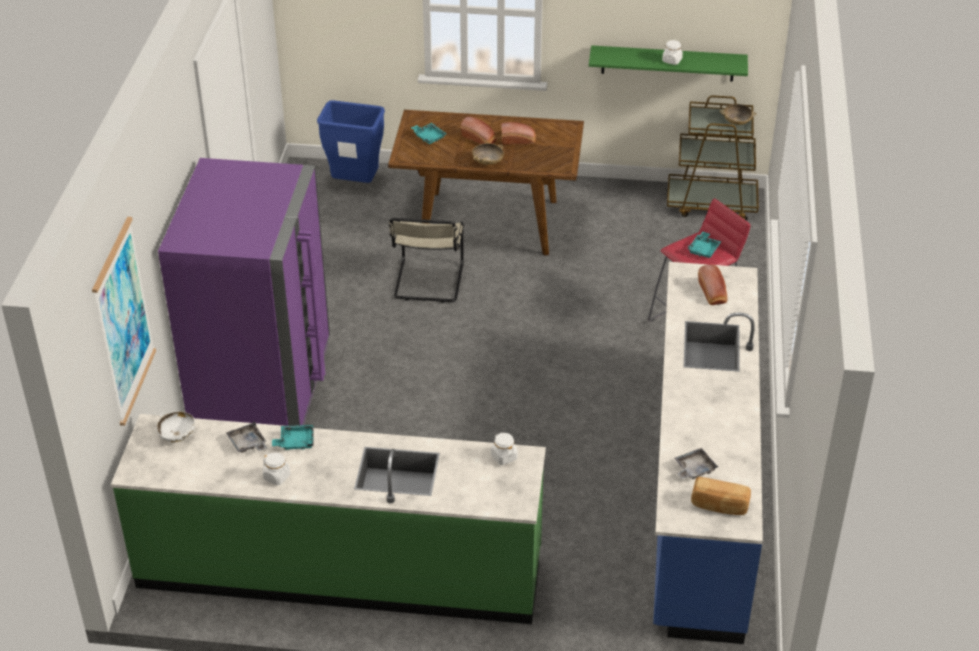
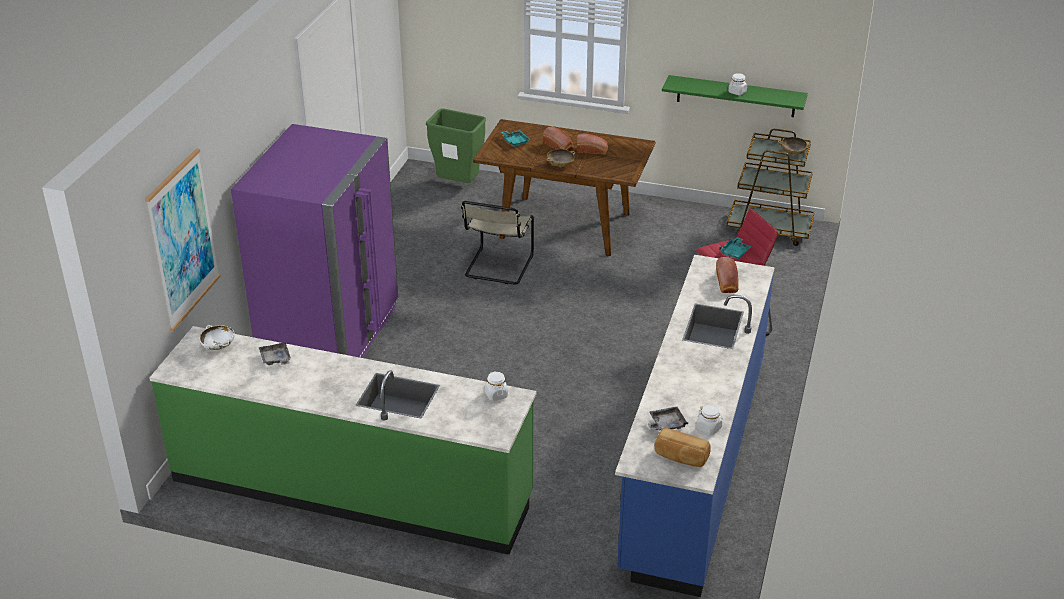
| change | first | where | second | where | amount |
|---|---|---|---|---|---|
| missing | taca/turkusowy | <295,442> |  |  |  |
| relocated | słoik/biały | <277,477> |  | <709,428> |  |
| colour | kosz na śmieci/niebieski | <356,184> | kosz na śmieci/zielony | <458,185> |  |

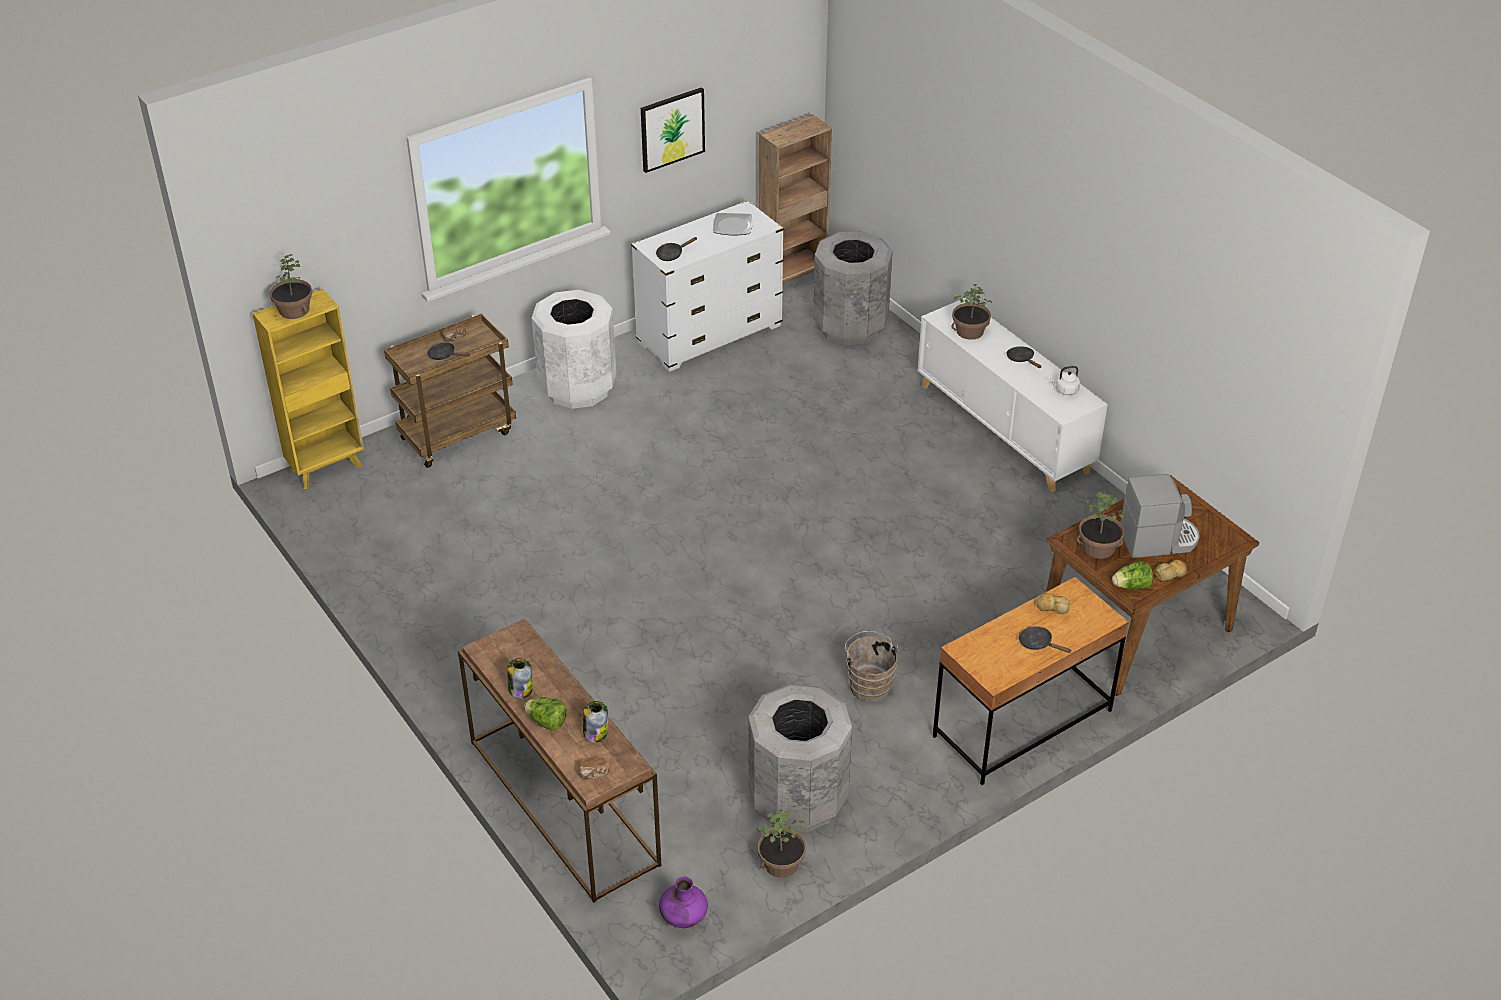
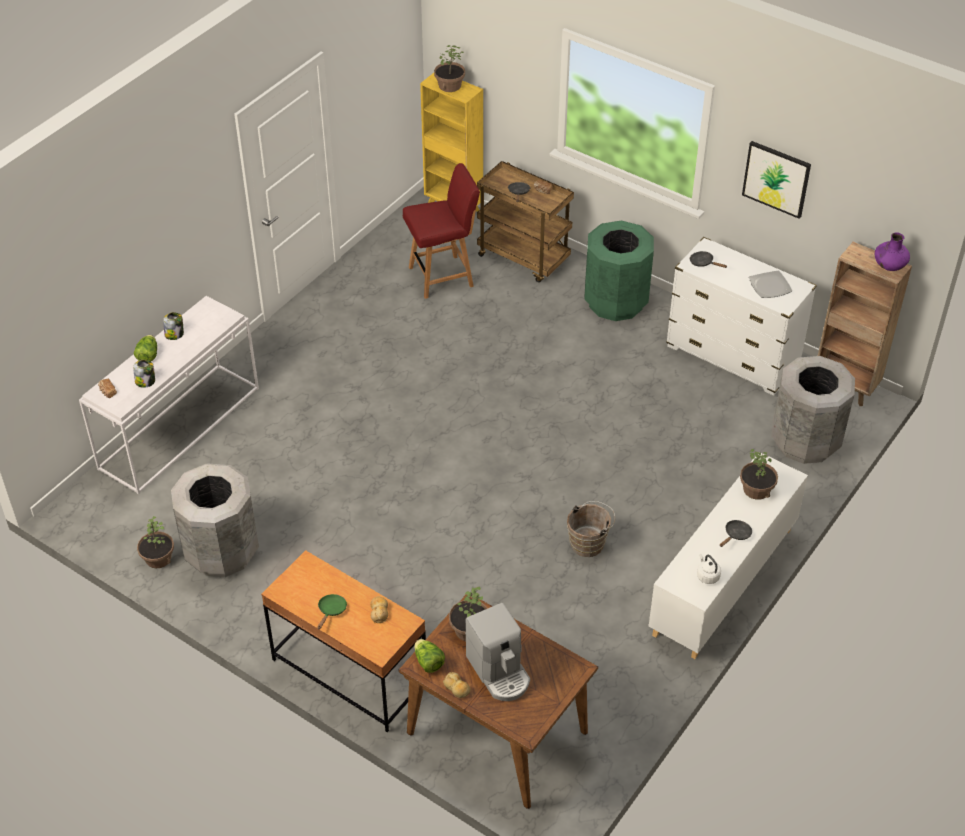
| change | first | where | second | where | amount |
|---|---|---|---|---|---|
| appeared |  |  | krzesło/czerwony | <442,276> |  |
| relocated | wazon/fioletowy | <683,917> |  | <889,266> |  |
| relocated | wiadro/brązowy | <869,684> |  | <589,543> |  |
| colour | stolik konsolowy/brązowy | <561,802> | stolik konsolowy/biały | <180,427> |  |
| colour | kosz na śmieci/biały | <578,387> | kosz na śmieci/zielony | <616,302> |  |
| colour | patelnia/czarny | <1038,644> | patelnia/zielony | <331,611> |  |

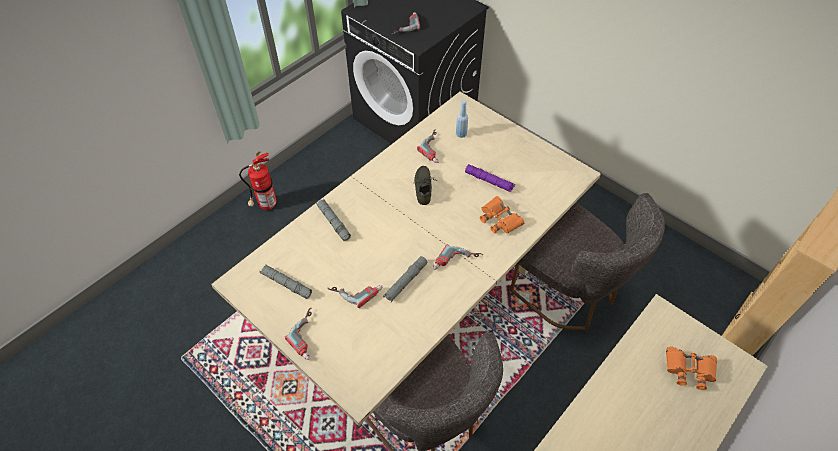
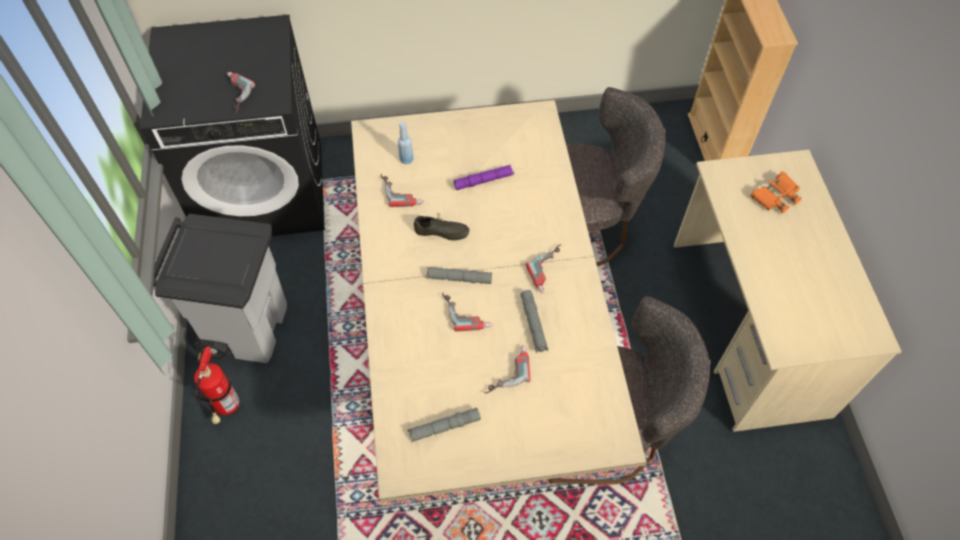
| change | first | where | second | where | amount |
|---|---|---|---|---|---|
| missing | lornetka/pomarańczowy | <499,219> |  |  |  |
| appeared |  |  | kosz na śmieci/szary | <246,326> |  |
| relocated | wiertarka | <309,335> |  | <467,312> |  |
| relocated | latarka/szary | <333,222> |  | <459,278> |  |
| spun | but/szary | <425,187> |  | <441,233> | 150 degrees clockwise |

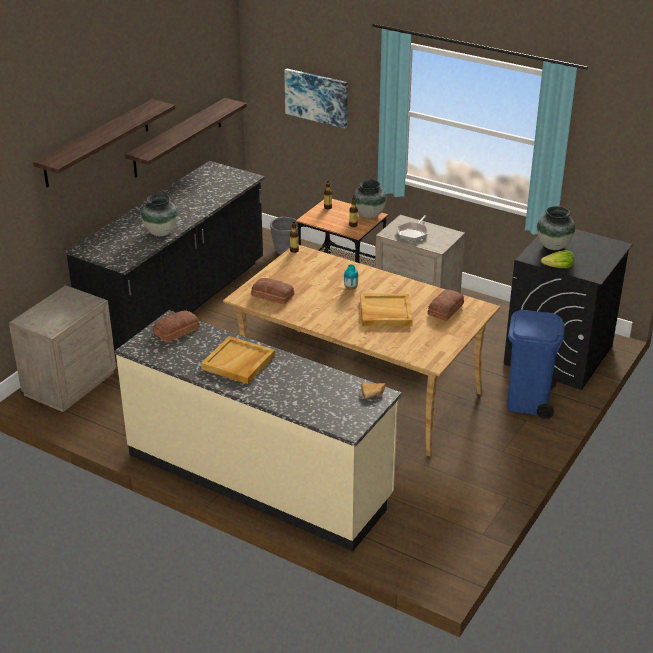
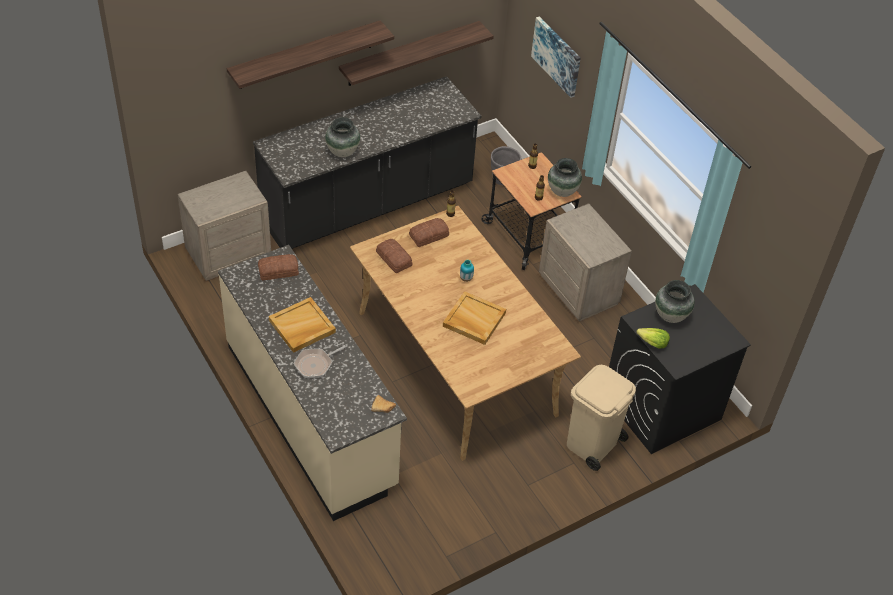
| change | first | where | second | where | amount |
|---|---|---|---|---|---|
| relocated | patelnia | <413,233> |  | <316,364> |  |
| relocated | chleb | <446,309> |  | <429,236> |  |
| colour | kosz na śmieci/niebieski | <528,401> | kosz na śmieci/beżowy | <592,444> |  |

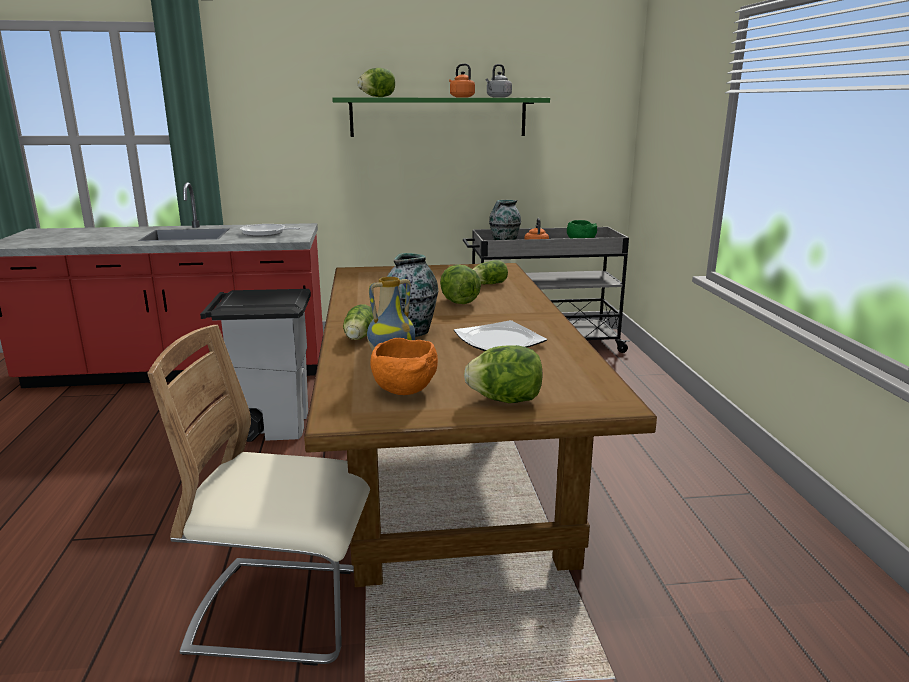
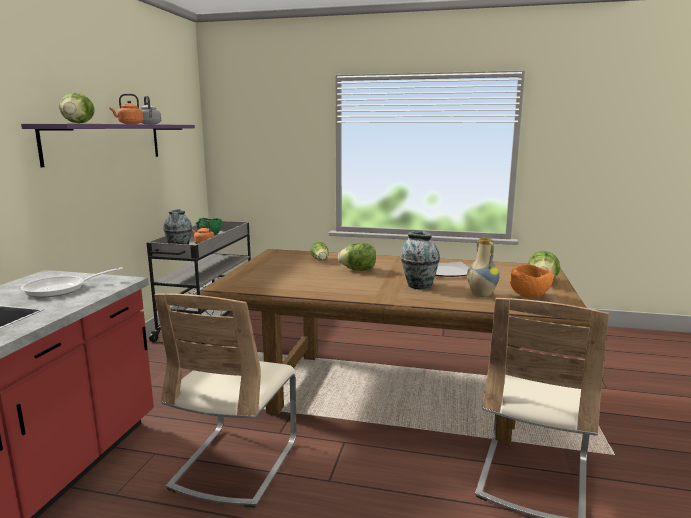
| change | first | where | second | where | amount |
|---|---|---|---|---|---|
| missing | sałata | <359,338> |  |  |  |
| exchanged | kosz na śmieci/szary | <270,424> | krzesło/beżowy | <235,463> |  |
| colour | półka/zielony | <438,117> | półka/fioletowy | <106,142> |  |

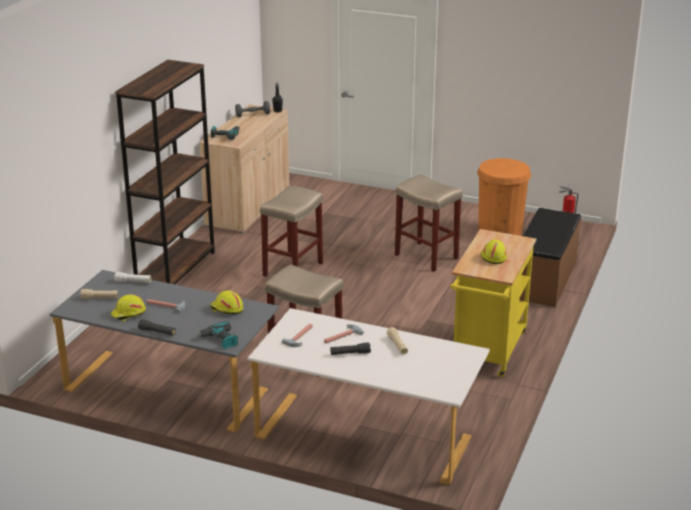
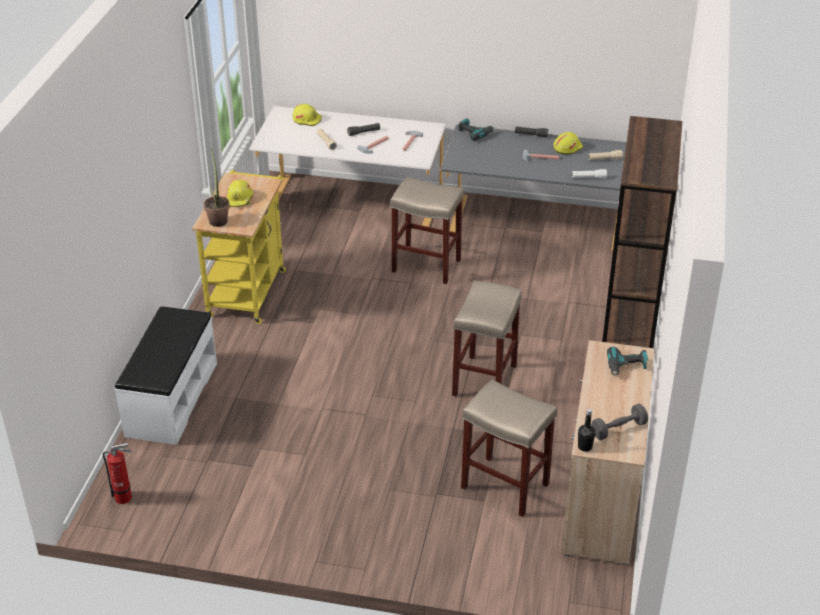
| change | first | where | second | where | amount |
|---|---|---|---|---|---|
| missing | kosz na śmieci/pomarańczowy | <500,231> |  |  |  |
| appeared |  |  | roślina doniczkowa | <218,219> |  |
| relocated | kask/żółty | <226,309> |  | <307,119> |  |
| relocated | stołek/beżowy | <427,257> |  | <503,486> |  |
| colour | ławka/brązowy | <545,279> | ławka/biały | <171,399> |  |

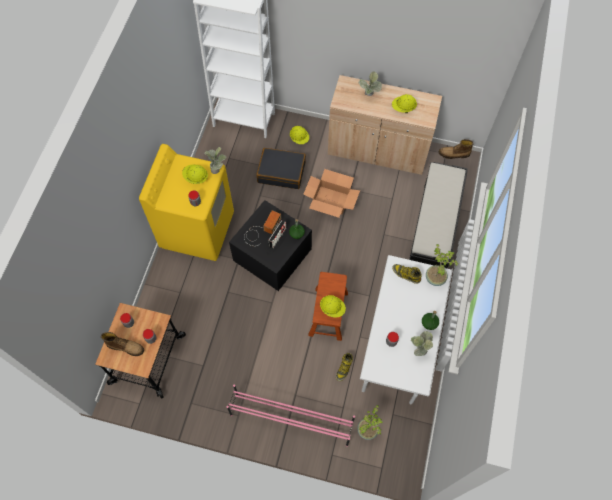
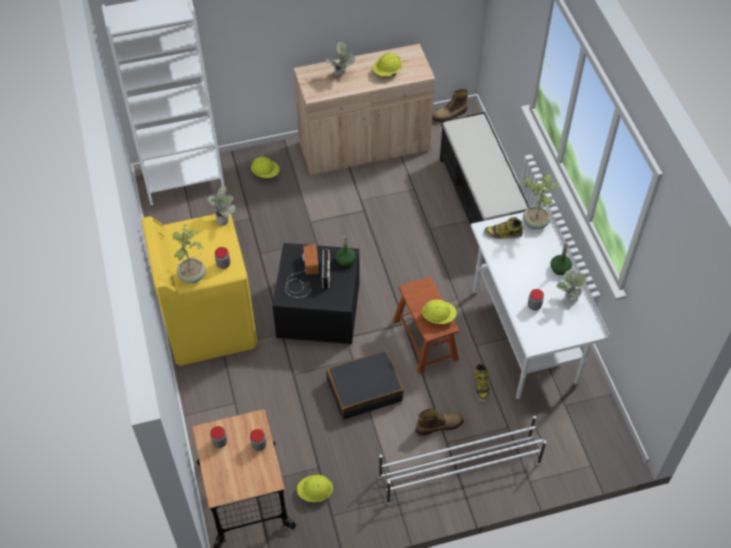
| change | first | where | second | where | amount |
|---|---|---|---|---|---|
| missing | karton | <331,200> |  |  |  |
| relocated | but z cholewką | <126,346> |  | <439,425> |  |
| relocated | kask/żółty | <196,178> |  | <315,492> |  |
| relocated | walizka/czarny | <281,172> |  | <364,390> |  |
| relocated | roślina doniczkowa | <368,430> |  | <193,275> |  |
| colour | regał na buty/różowy | <290,419> | regał na buty/biały | <458,470> |  |

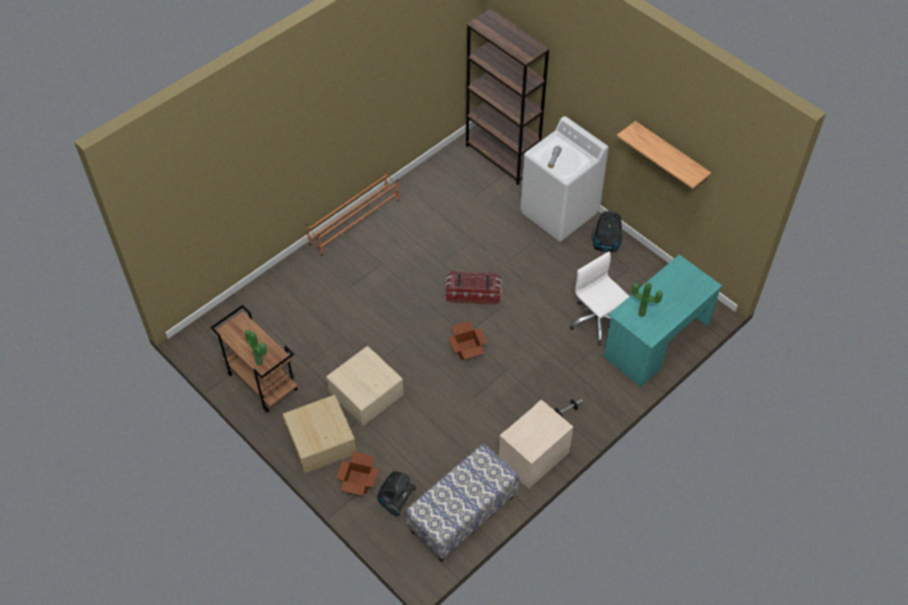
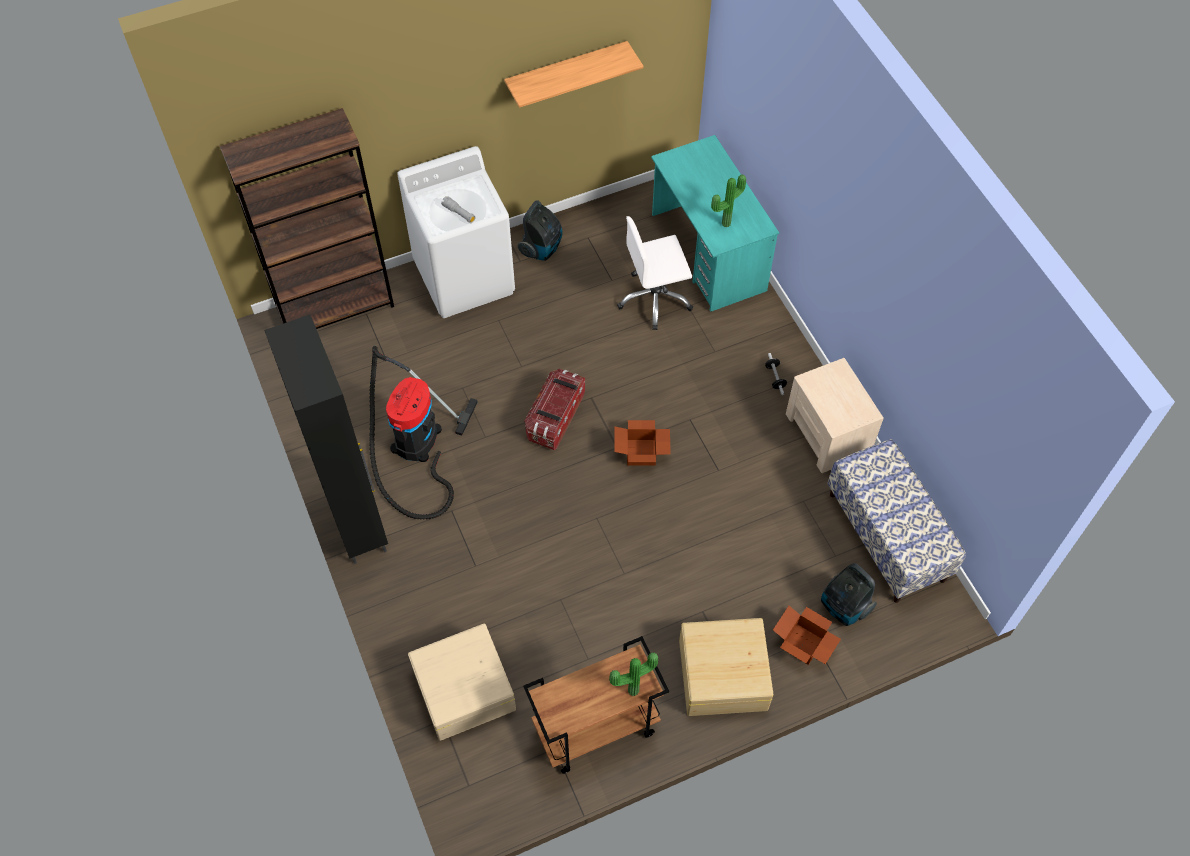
| change | first | where | second | where | amount |
|---|---|---|---|---|---|
| appeared |  |  | odkurzacz | <415,445> |  |
| relocated | pojemnik do przechowywania/beżowy | <366,392> |  | <463,689> |  |
| exchanged | regał na buty/pomarańczowy | <355,222> | szafka/czarny | <358,523> |  |

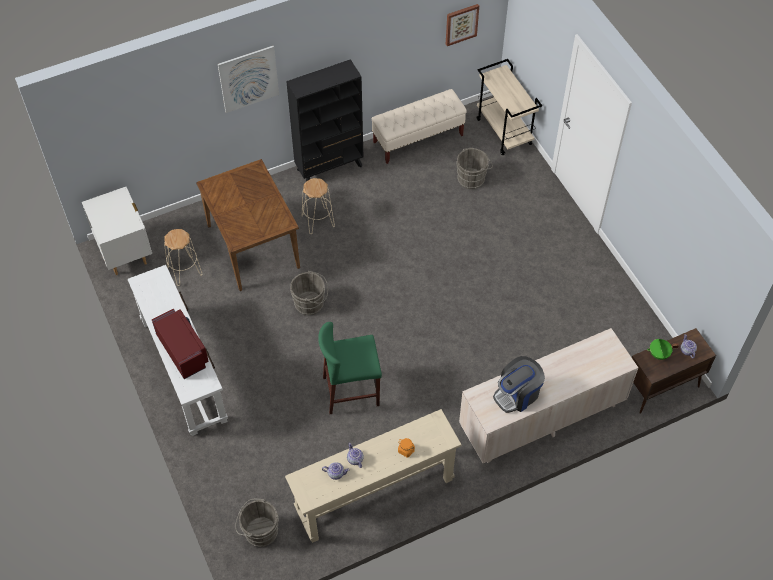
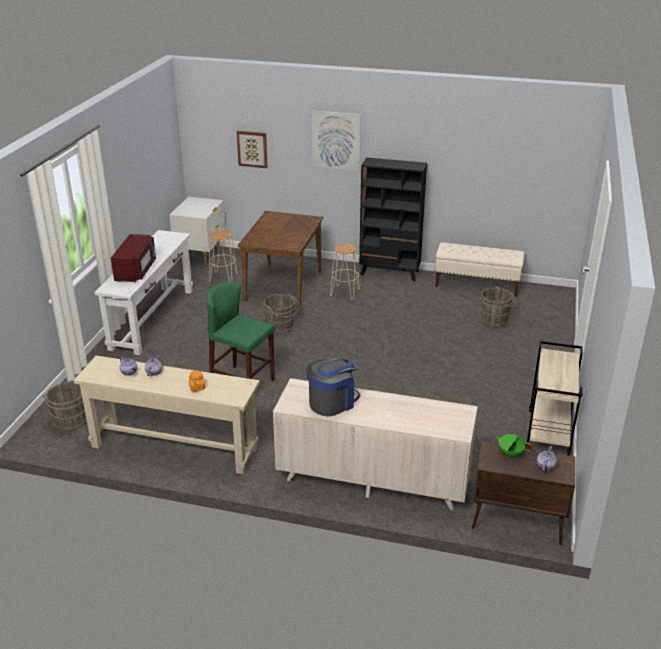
| change | first | where | second | where | amount |
|---|---|---|---|---|---|
| relocated | obraz | <461,24> |  | <252,149> |  |
| relocated | wózek/beżowy | <504,132> |  | <549,433> |  |
| spun | ekspres do kawy | <517,394> |  | <332,402> | 135 degrees clockwise |

